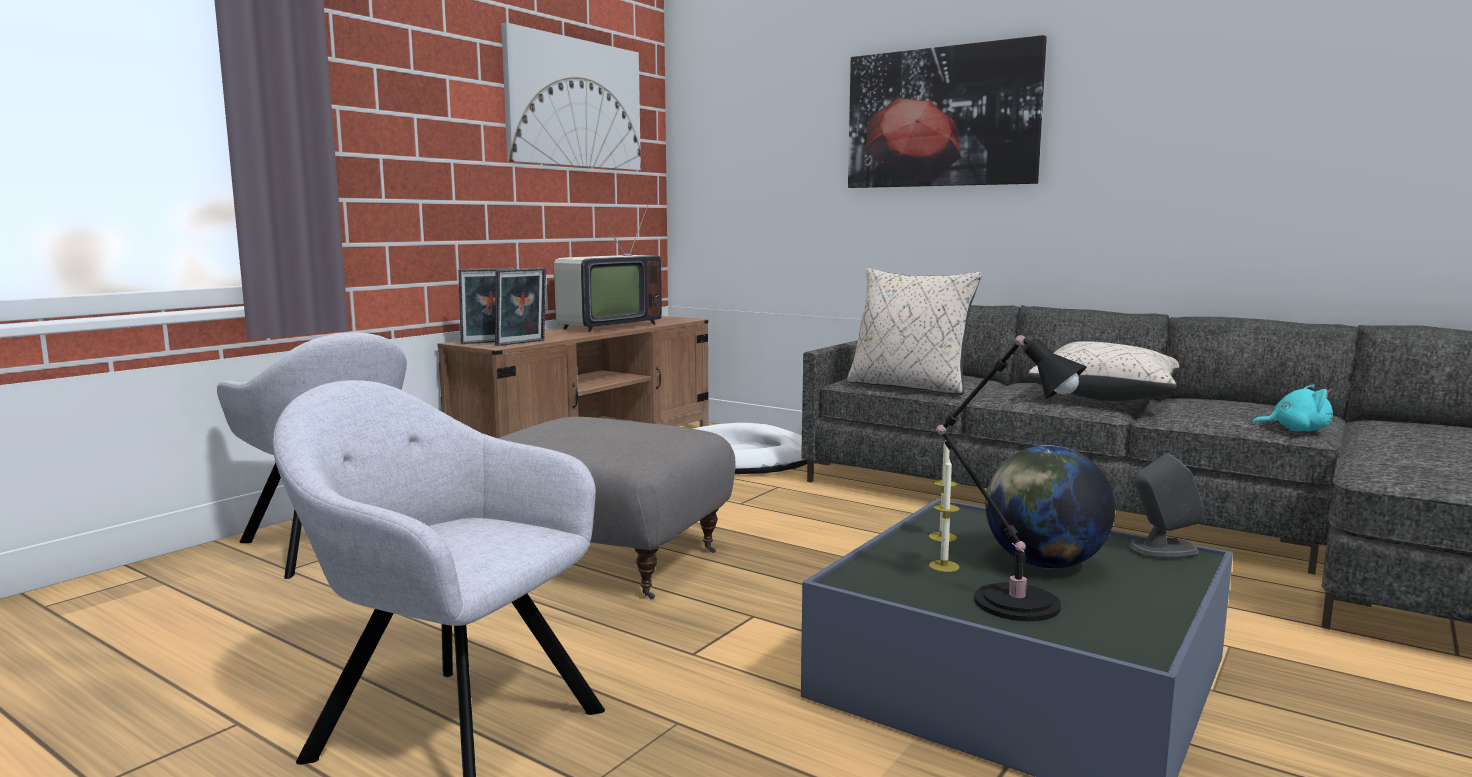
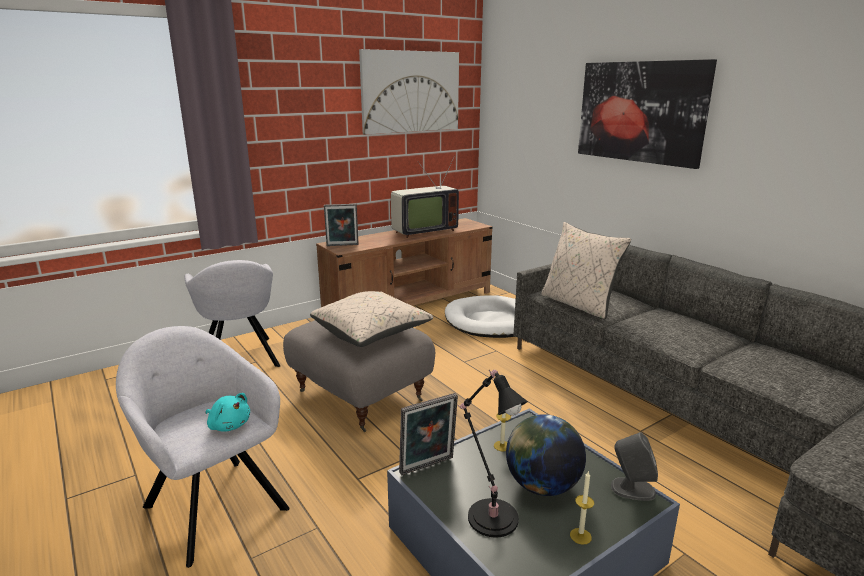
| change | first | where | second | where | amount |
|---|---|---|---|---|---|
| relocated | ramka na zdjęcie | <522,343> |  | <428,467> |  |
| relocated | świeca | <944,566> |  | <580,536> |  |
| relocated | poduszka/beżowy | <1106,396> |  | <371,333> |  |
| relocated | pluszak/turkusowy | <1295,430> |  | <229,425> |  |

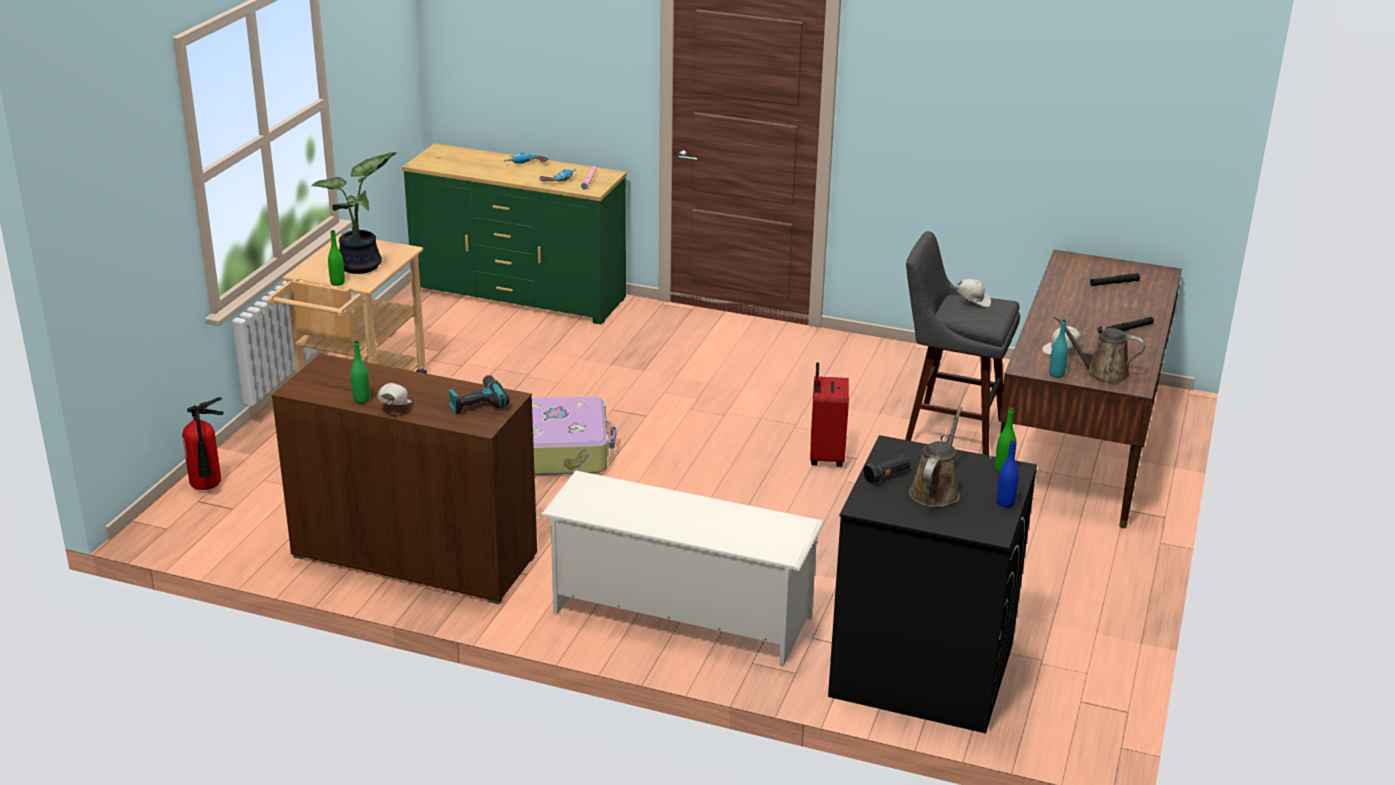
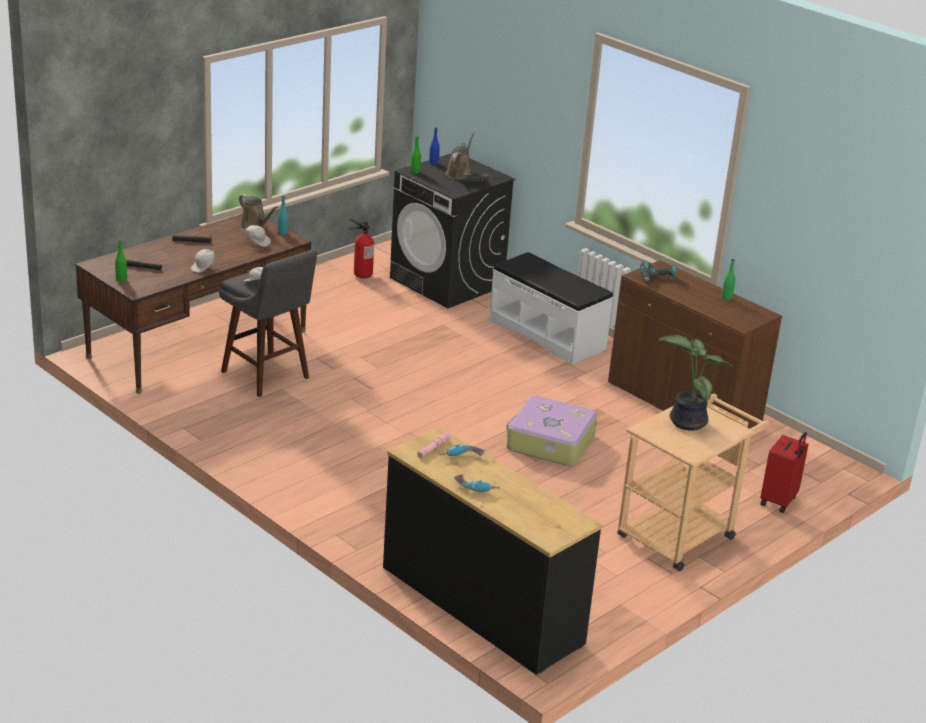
| change | first | where | second | where | amount |
|---|---|---|---|---|---|
| relocated | gaśnica | <208,487> |  | <362,274> |  |
| relocated | butelka/zielony | <337,283> |  | <121,279> |  |
| relocated | czapka z daszkiem/biały | <394,409> |  | <204,268> |  |
| relocated | walizka/czerwony | <825,456> |  | <779,501> |  |
| exchanged | regał na buty/biały | <679,615> | ławka/biały | <547,334> |  |
| colour | komoda/zielony | <519,294> | komoda/czarny | <481,606> |  |
| spun | konewka/brązowy | <935,491> |  | <459,173> | 150 degrees clockwise |

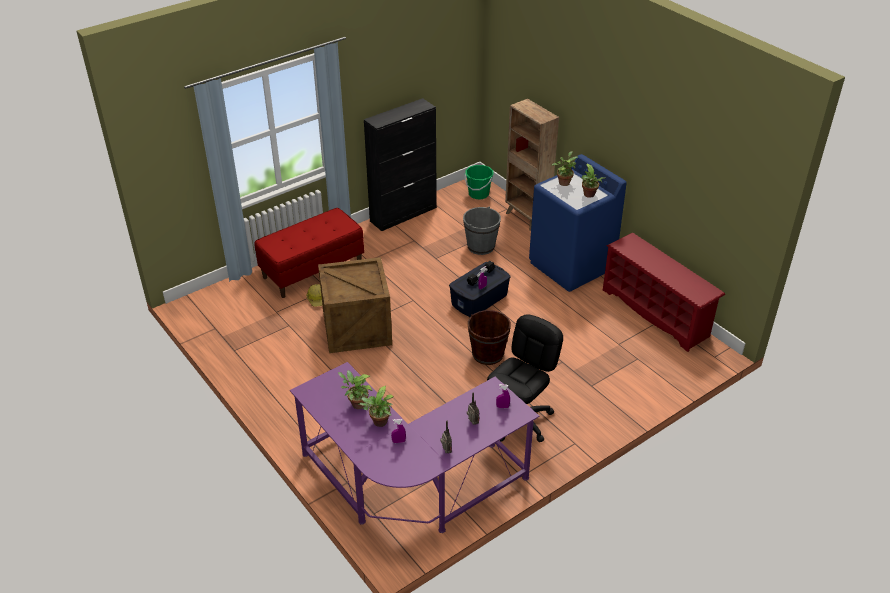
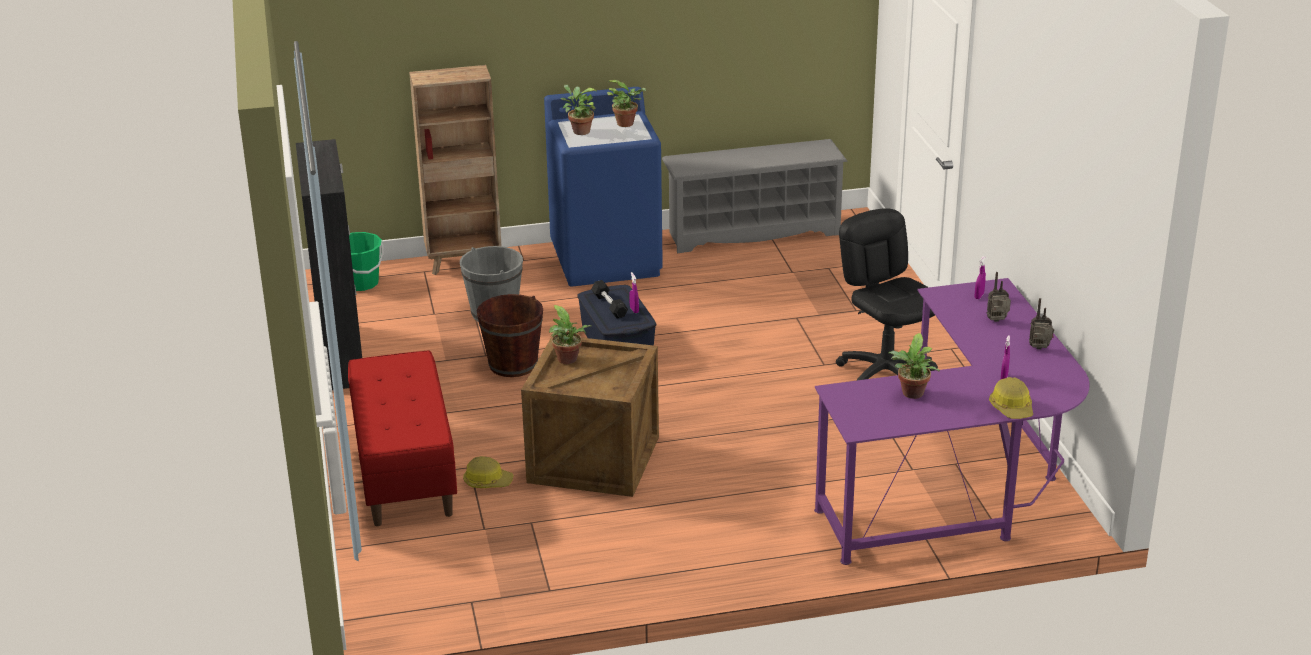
| change | first | where | second | where | amount |
|---|---|---|---|---|---|
| appeared |  |  | kask | <1012,408> |  |
| relocated | roślina doniczkowa | <379,423> |  | <568,360> |  |
| relocated | wiadro/brązowy | <488,354> |  | <513,364> |  |
| colour | regał na buty/czerwony | <656,313> | regał na buty/szary | <753,232> |  |

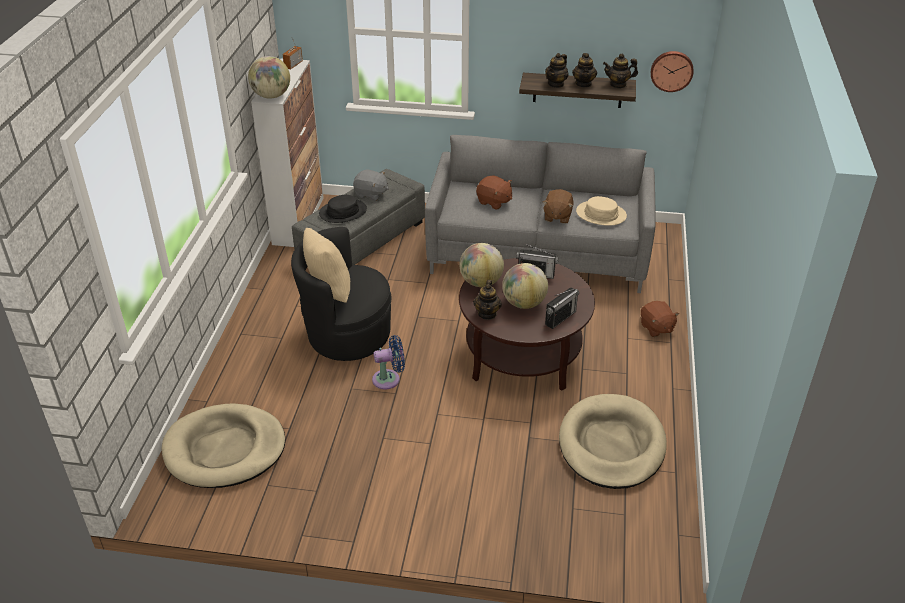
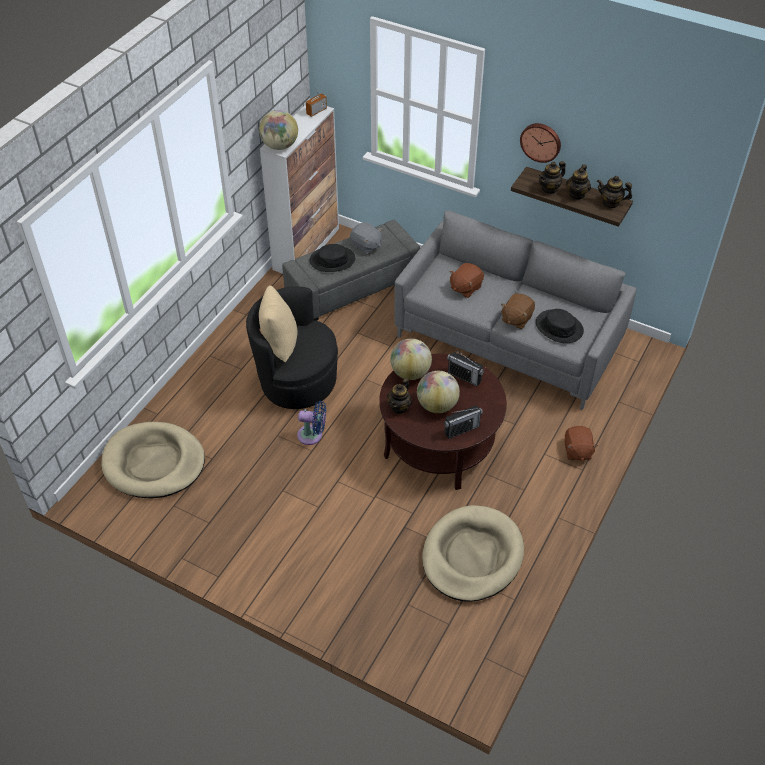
| change | first | where | second | where | amount |
|---|---|---|---|---|---|
| relocated | zegar ścienny | <671,70> |  | <541,141> |  |
| colour | kapelusz/beżowy | <601,214> | kapelusz/czarny | <559,327> |  |
| spun | pluszak/brązowy | <494,202> |  | <465,288> | 75 degrees clockwise |

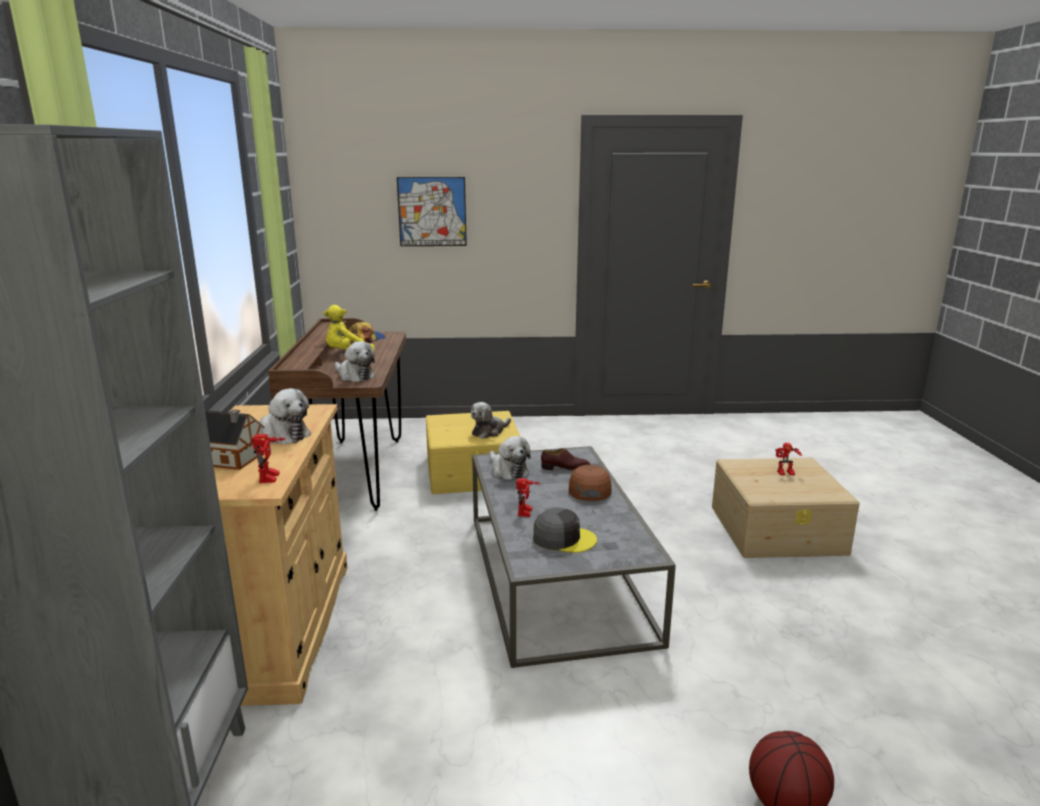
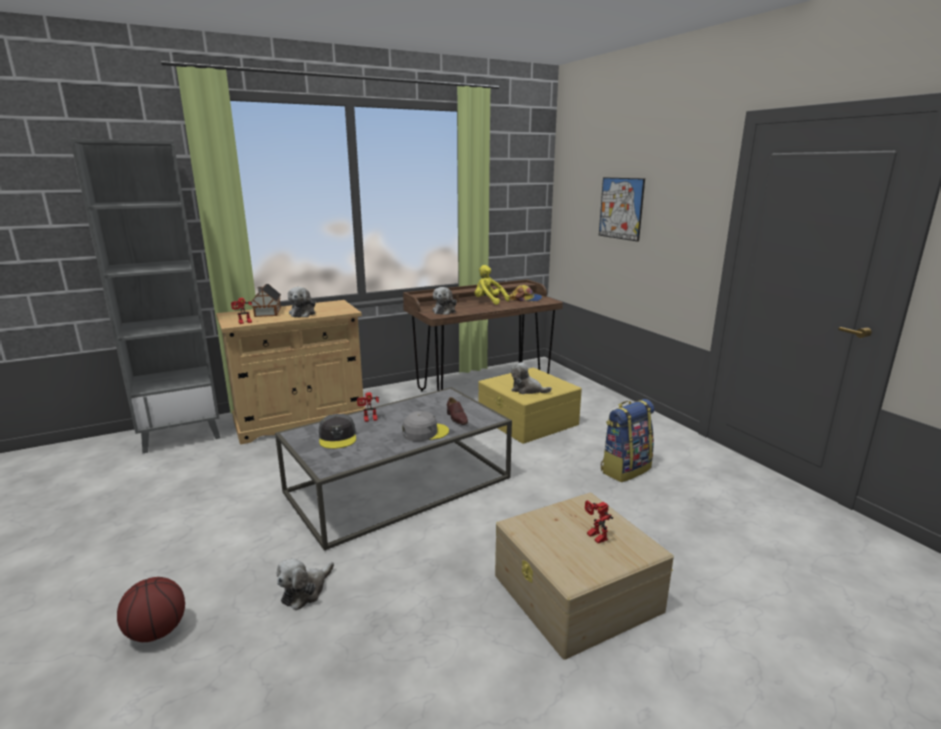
| change | first | where | second | where | amount |
|---|---|---|---|---|---|
| appeared |  |  | plecak | <625,469> |  |
| relocated | pluszak | <508,470> |  | <305,591> |  |
| colour | czapka z daszkiem/brązowy | <589,489> | czapka z daszkiem/szary | <425,432> |  |

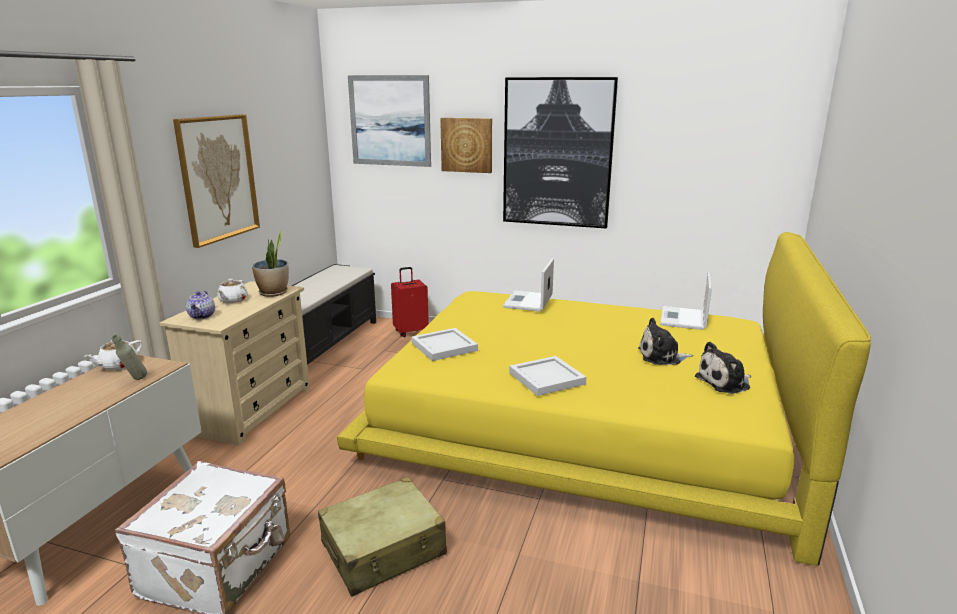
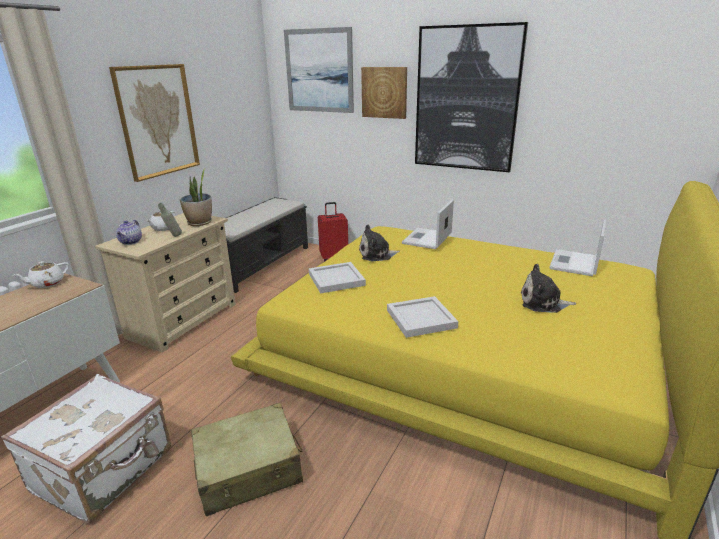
| change | first | where | second | where | amount |
|---|---|---|---|---|---|
| relocated | butelka/szary | <134,380> |  | <173,237> |  |
| relocated | pluszak | <725,382> |  | <377,255> |  |

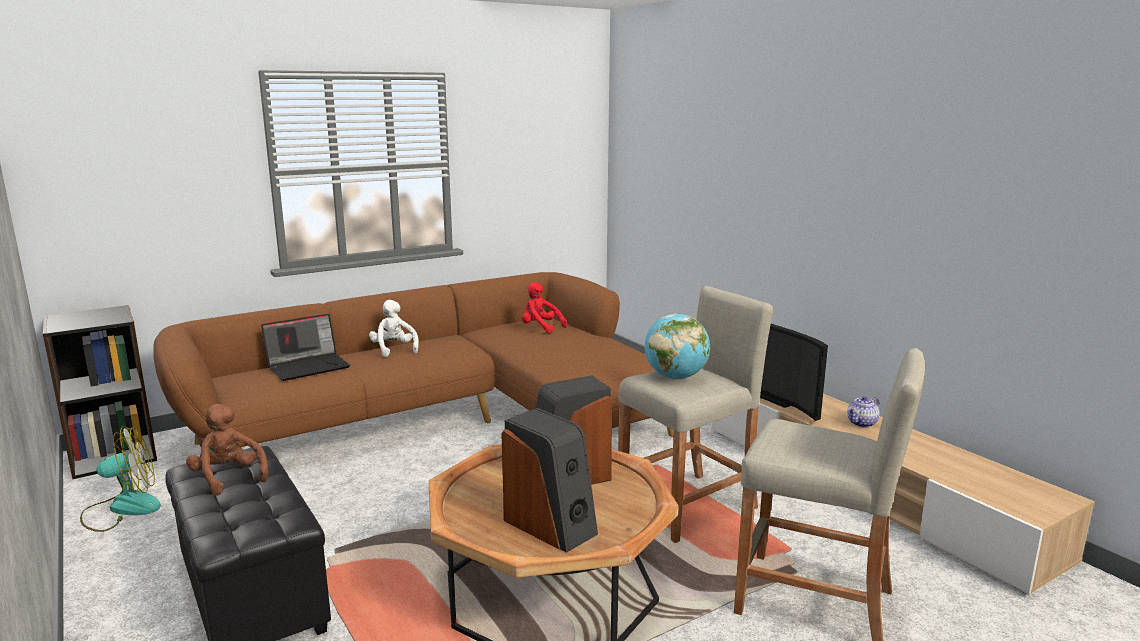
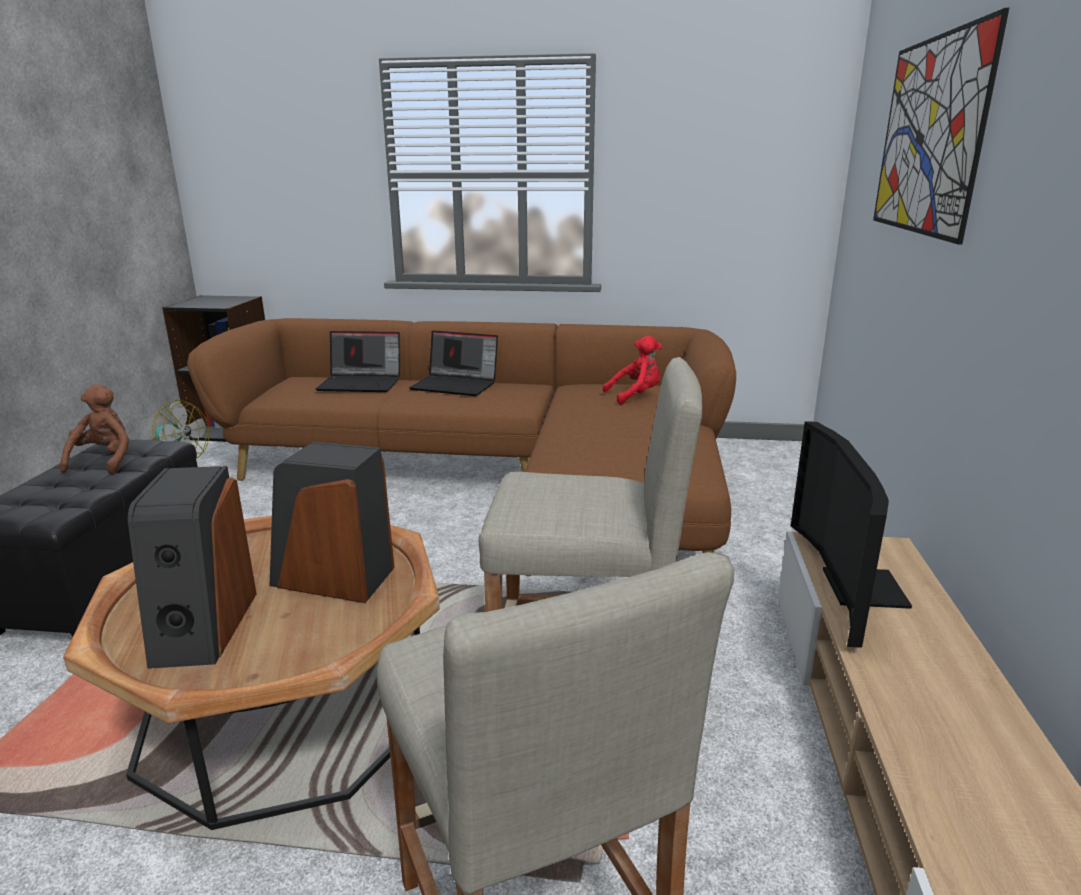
| change | first | where | second | where | amount |
|---|---|---|---|---|---|
| missing | globus | <675,377> |  |  |  |
| missing | imbryk | <862,423> |  |  |  |
| appeared |  |  | obraz | <928,136> |  |
| exchanged | pluszak/biały | <394,349> | laptop | <456,385> |  |
| spun | pluszak/czerwony | <540,328> |  | <635,396> | 90 degrees clockwise |

